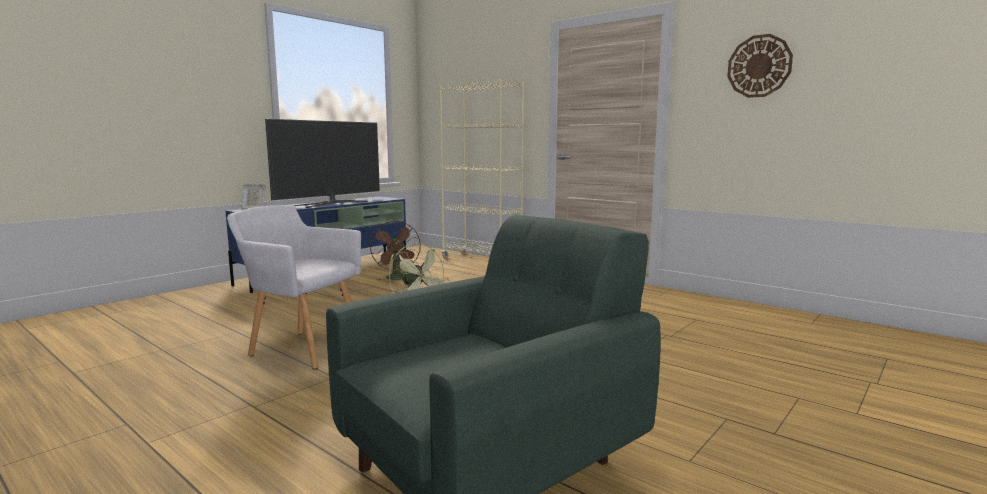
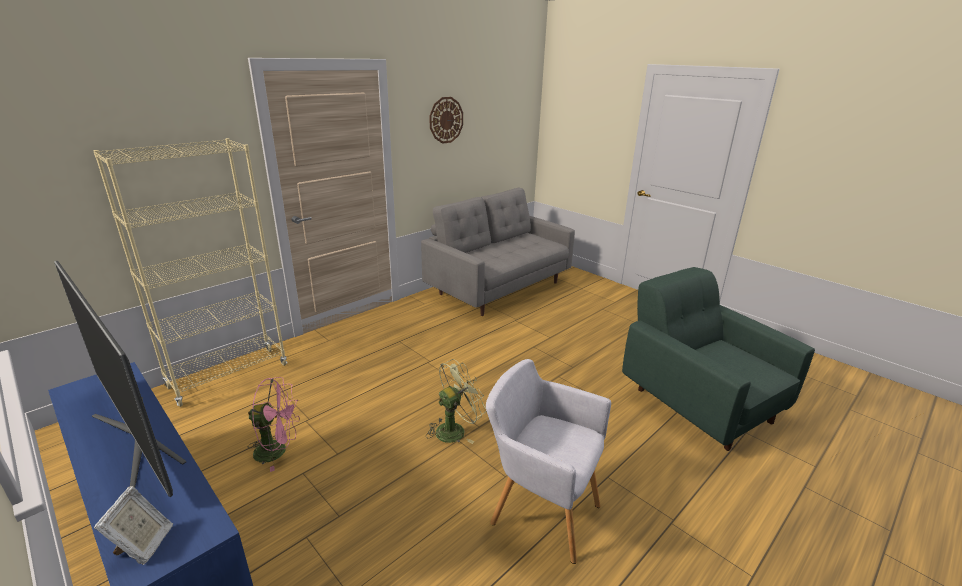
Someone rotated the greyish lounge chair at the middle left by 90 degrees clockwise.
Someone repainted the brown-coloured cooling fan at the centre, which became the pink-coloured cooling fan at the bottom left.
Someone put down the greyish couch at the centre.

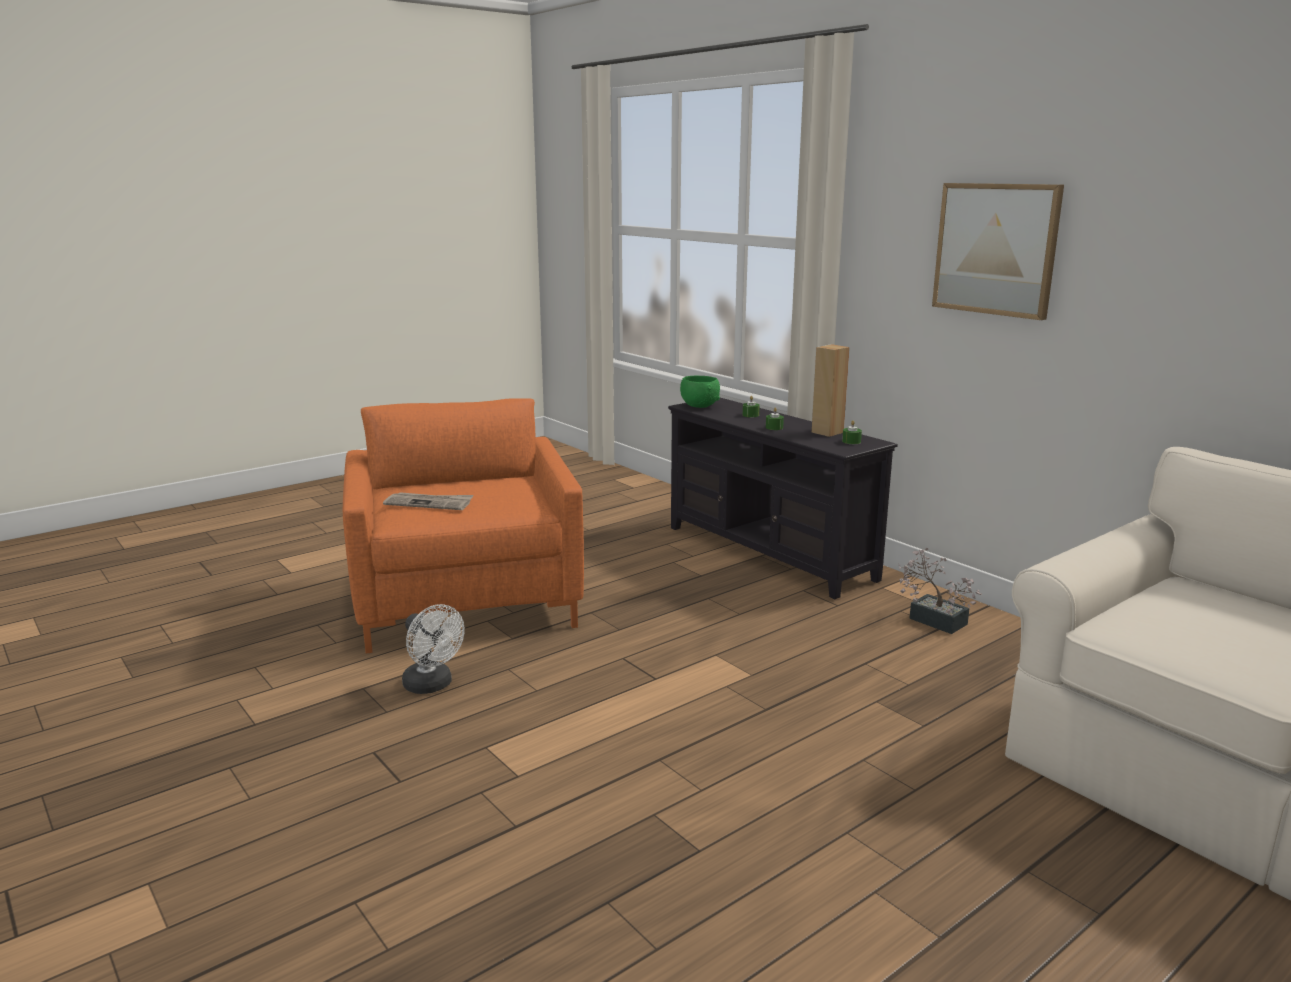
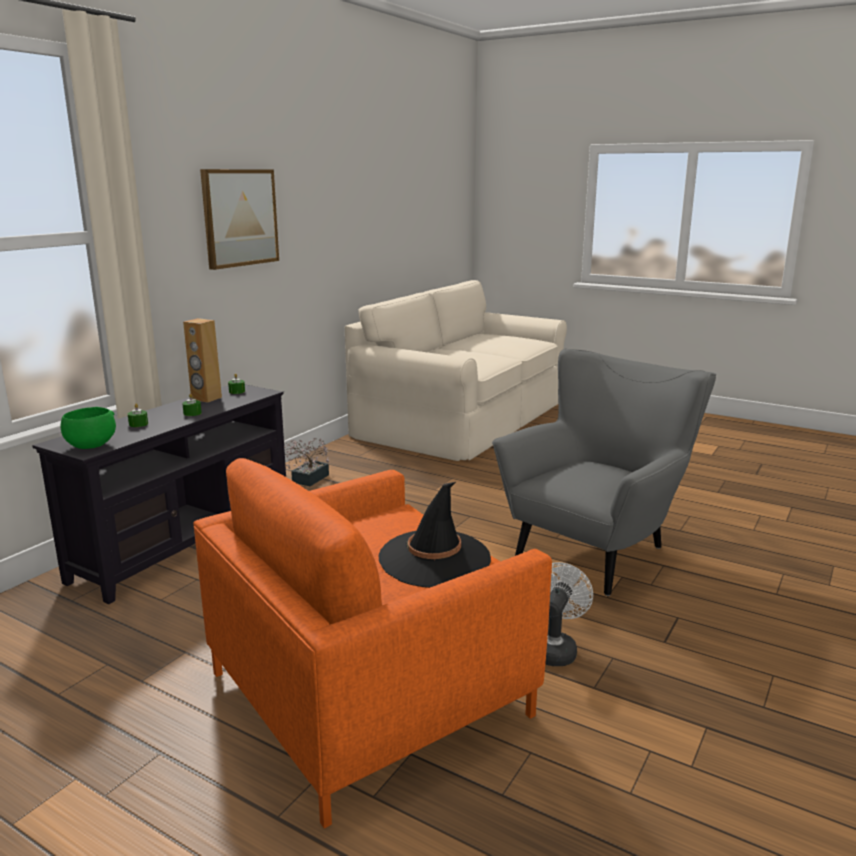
Someone swapped the daily paper at the middle left for the black hat at the centre.
Someone put down the greyish lounge chair at the middle right.

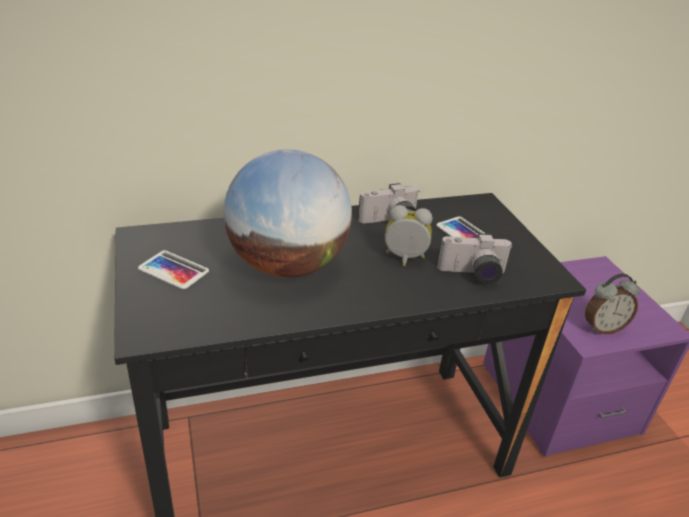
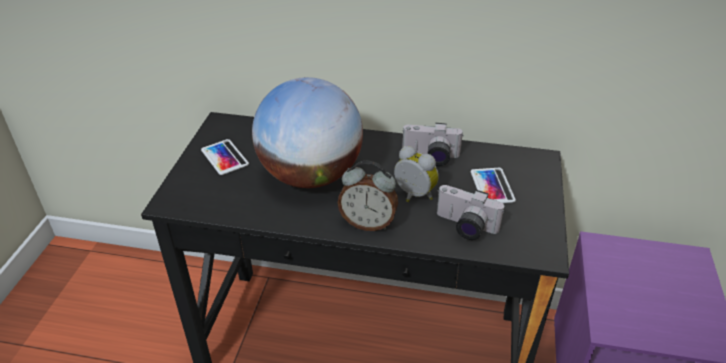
Someone carried the bedside clock (no. 2 from left in the first image) from the middle right to the centre.

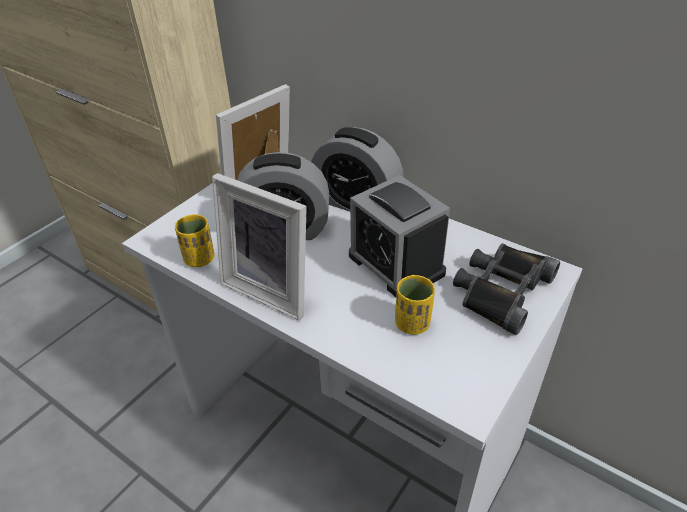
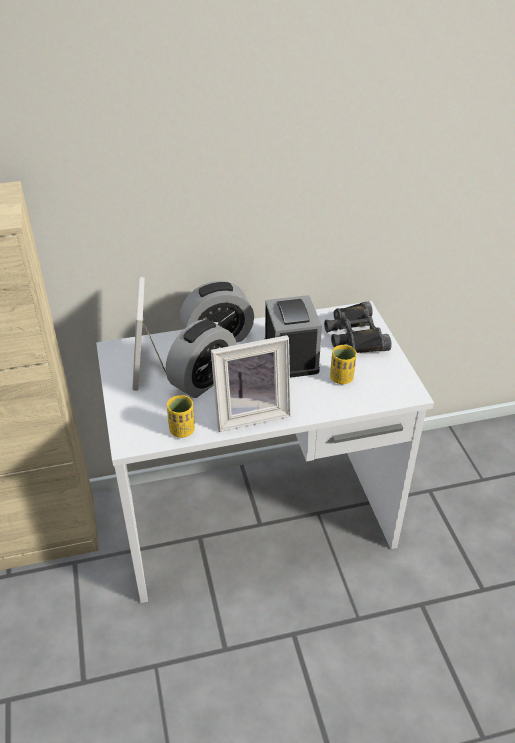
Someone rotated the bedside clock (no. 3 from left) at the centre by 105 degrees counterclockwise.

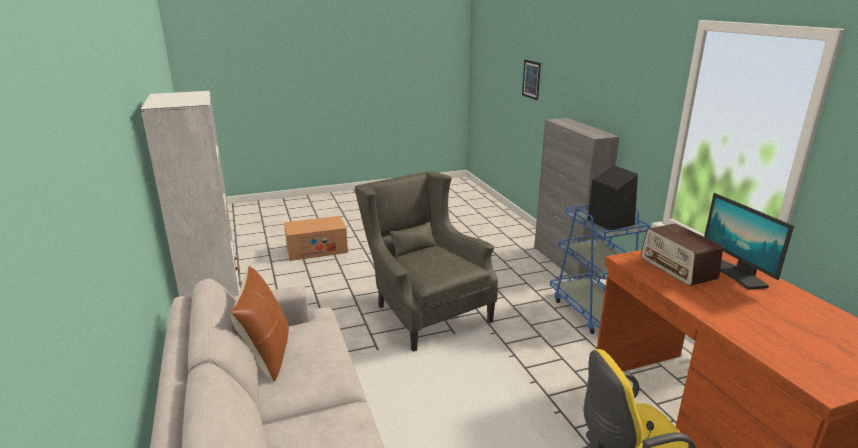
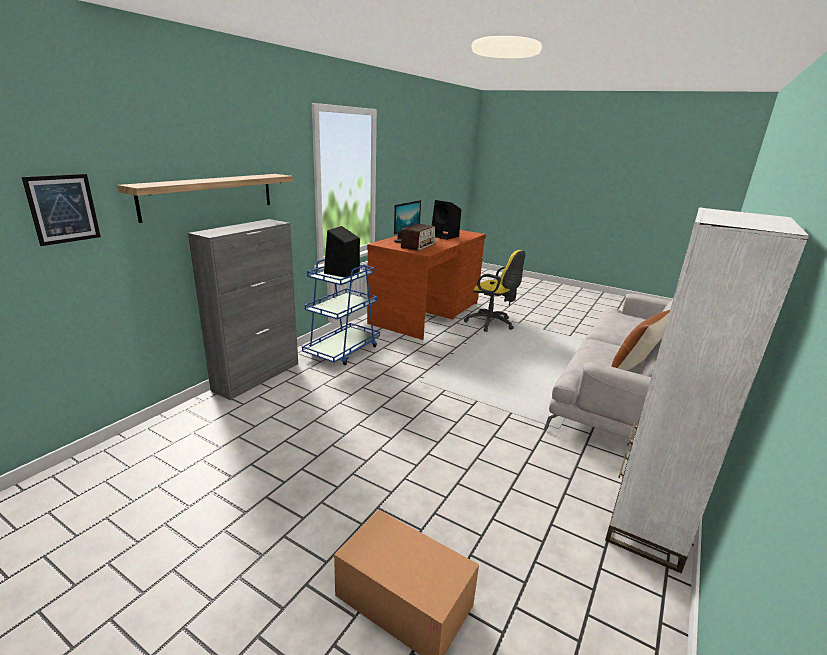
Someone took away the greyish lounge chair at the centre.
Someone put up the bracket shelf at the top left.
Someone put down the black loudspeaker (no. 2 from left) at the centre.

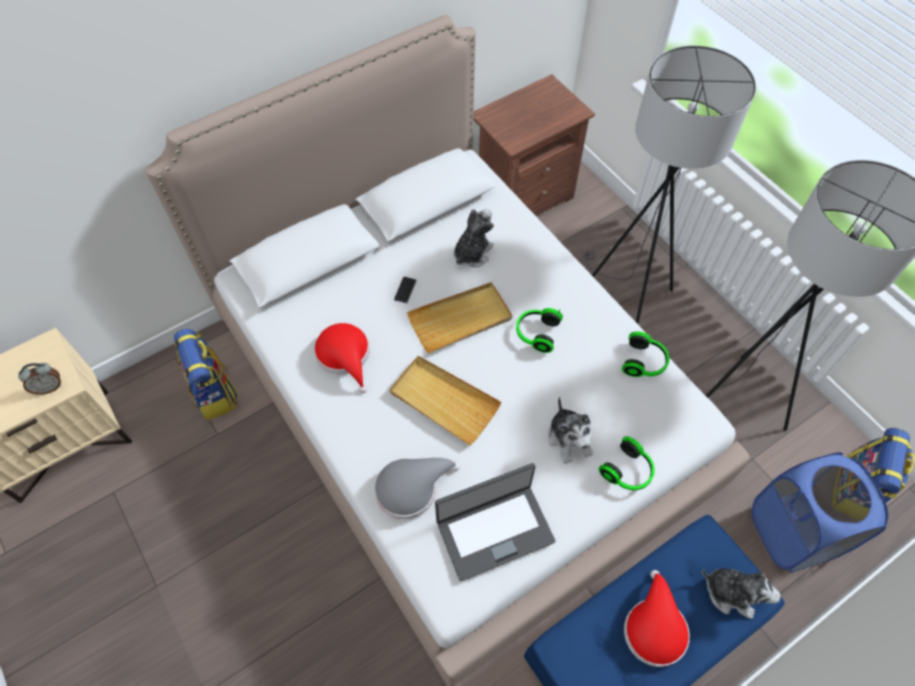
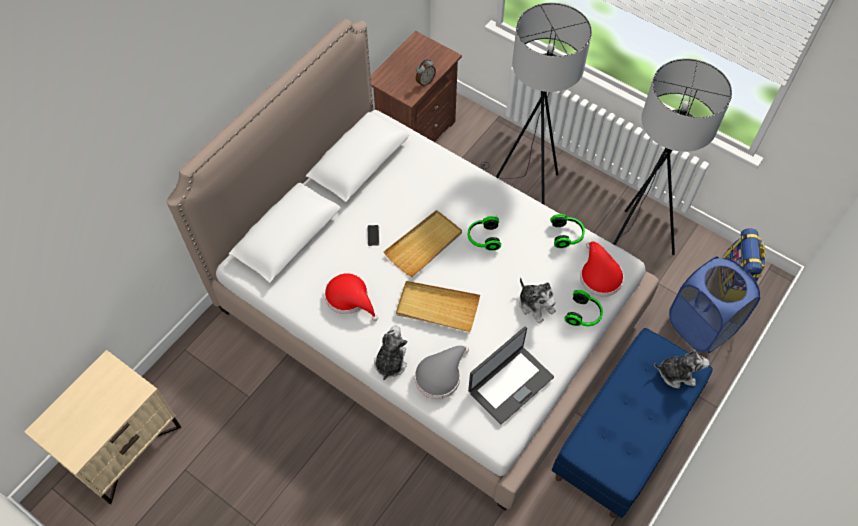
Someone carried the bedside clock from the middle left to the top centre.
Someone took away the rucksack (no. 1 from left) at the middle left.
Someone carried the cuddly toy (no. 1 from left) from the centre to the bottom centre.
Someone carried the red-coloured hat (no. 2 from left) from the bottom right to the middle right.

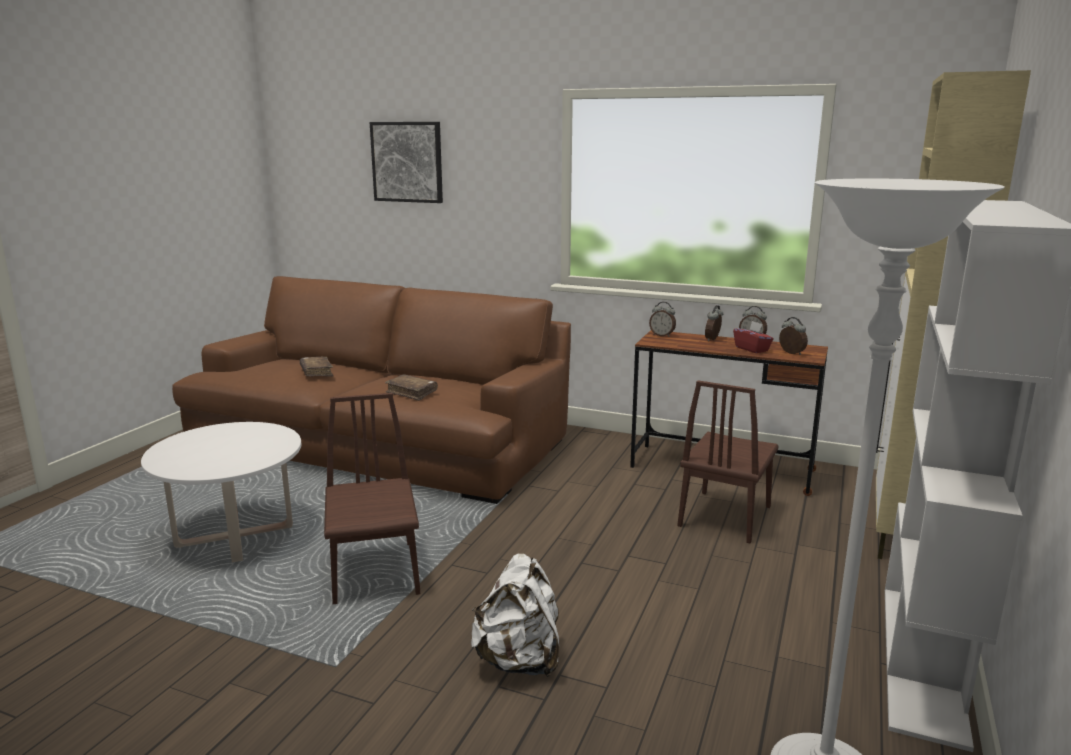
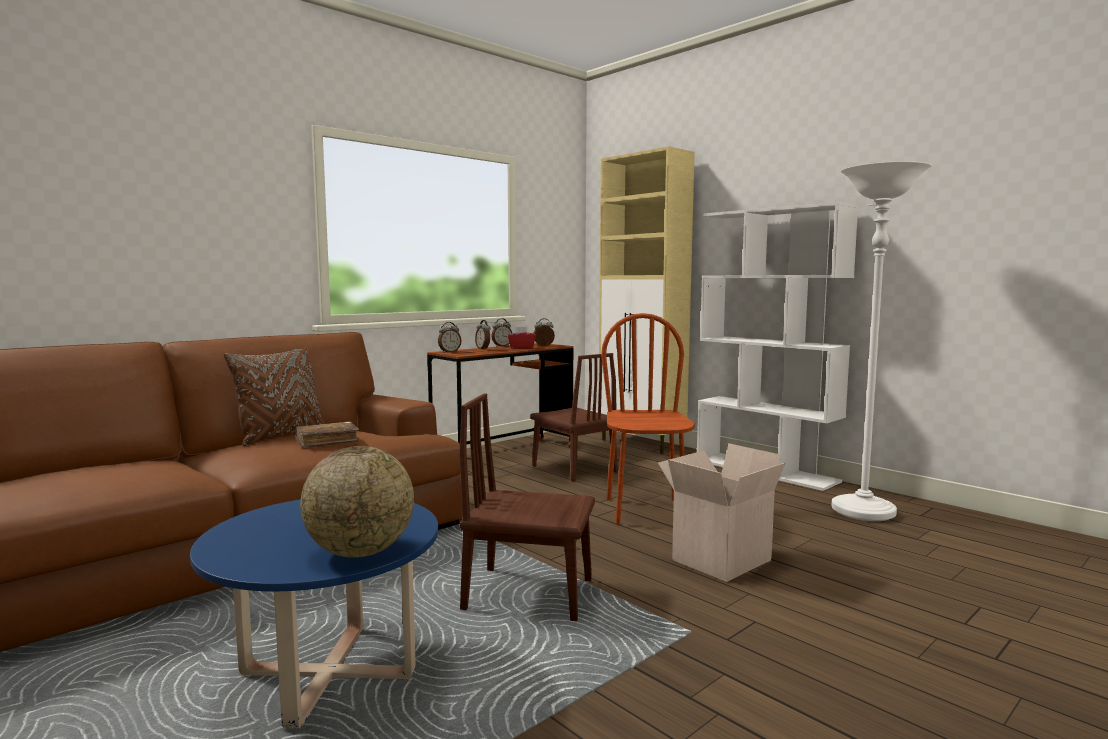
Someone repainted the whitish lounge table at the middle left, which became the blue-coloured lounge table at the bottom left.
Someone took away the brown-coloured bound book (no. 1 from left) at the middle left.
Someone took away the picture at the top centre.
Someone swapped the whitish rucksack at the bottom centre for the packing box at the bottom centre.
Someone put down the brown-coloured pillow at the middle left.
Someone put down the desk globe at the bottom left.
Someone put down the brown-coloured plain chair (no. 3 from left) at the centre.

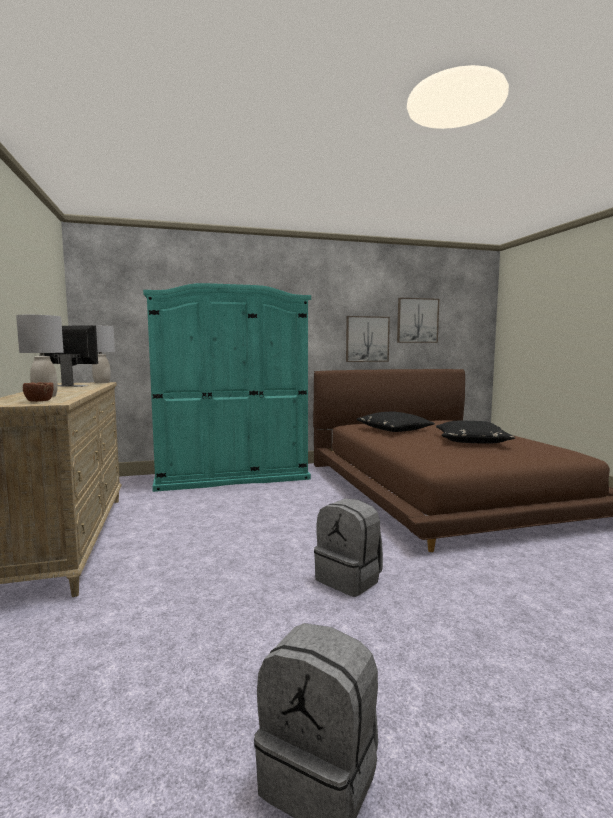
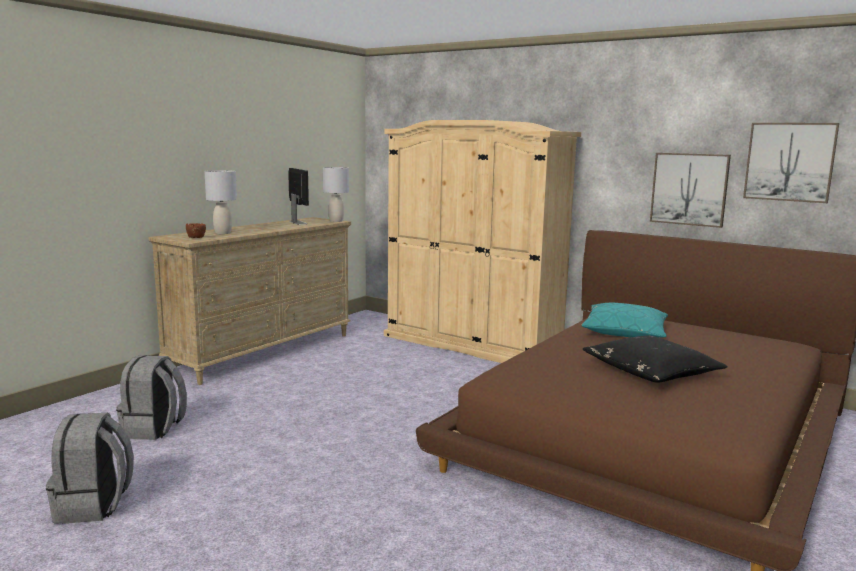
Someone repainted the turquoise armoire at the centre, which became the beige-coloured armoire at the centre.
Someone carried the greyish rucksack (no. 2 from left) from the bottom centre to the bottom left.
Someone repainted the black pillow (no. 1 from left) at the centre, which became the turquoise pillow at the middle right.

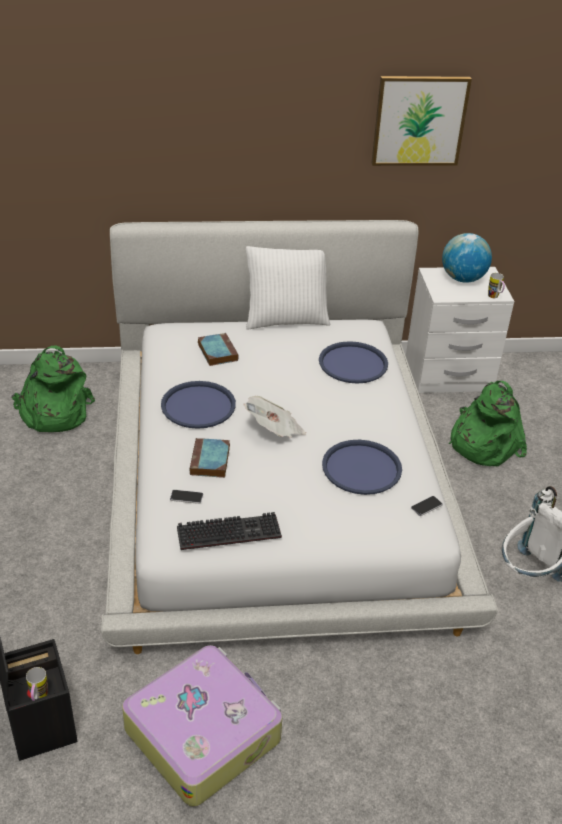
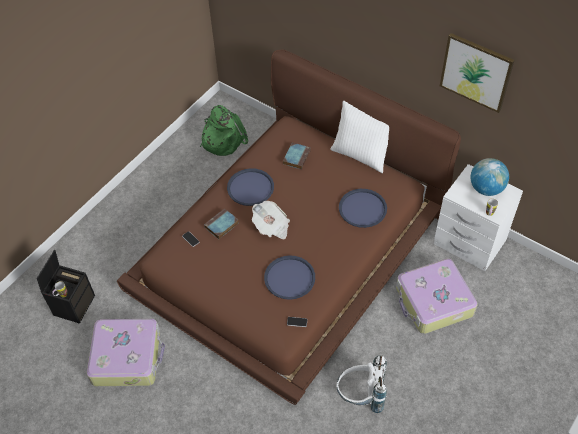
Someone repainted the whitish sleeping bed at the centre, which became the brown-coloured sleeping bed at the centre.
Someone took away the computer keyboard at the centre.
Someone swapped the green rucksack (no. 2 from left) at the middle right for the suitcase (no. 2 from left) at the bottom right.

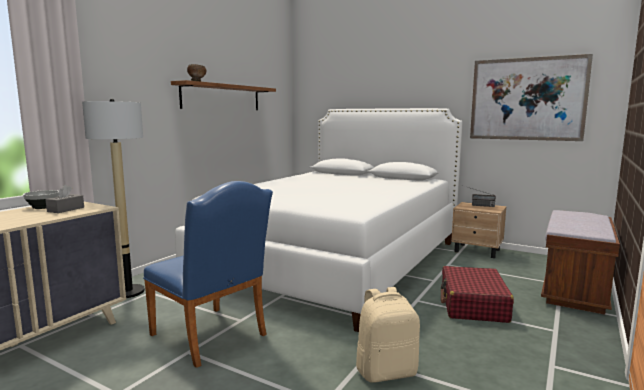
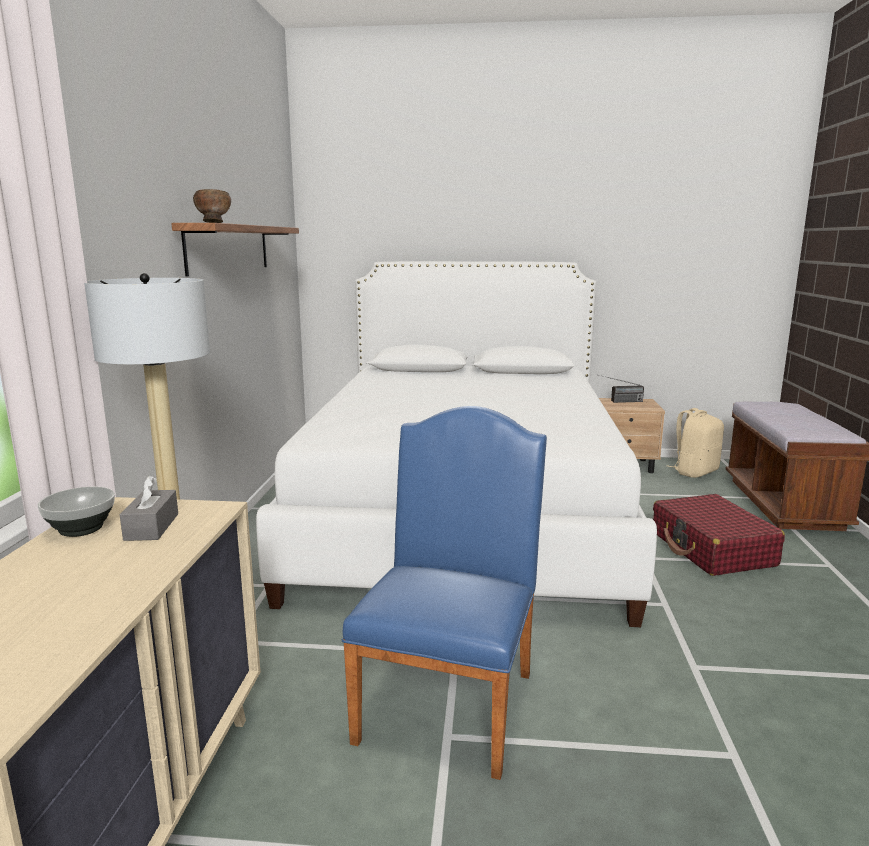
Someone rotated the blue-coloured plain chair at the bottom left by 90 degrees counterclockwise.
Someone carried the beige-coloured rucksack from the bottom centre to the middle right.
Someone took away the picture at the top right.

